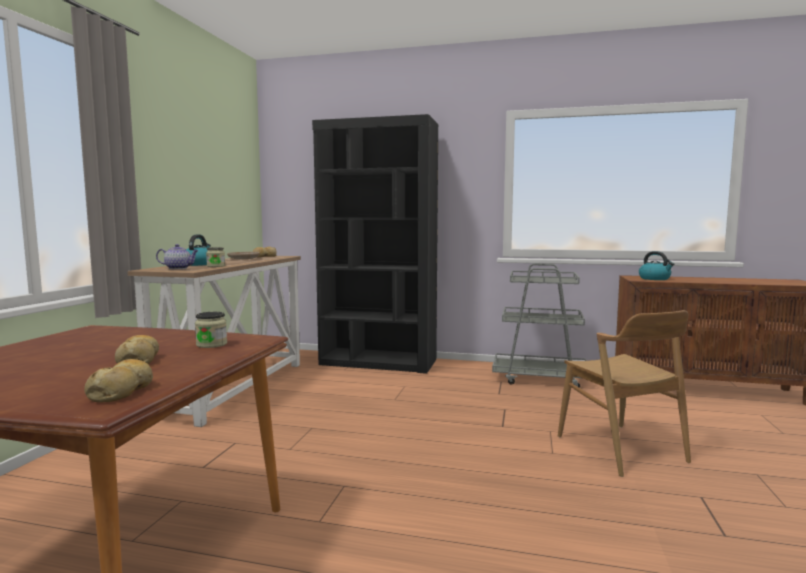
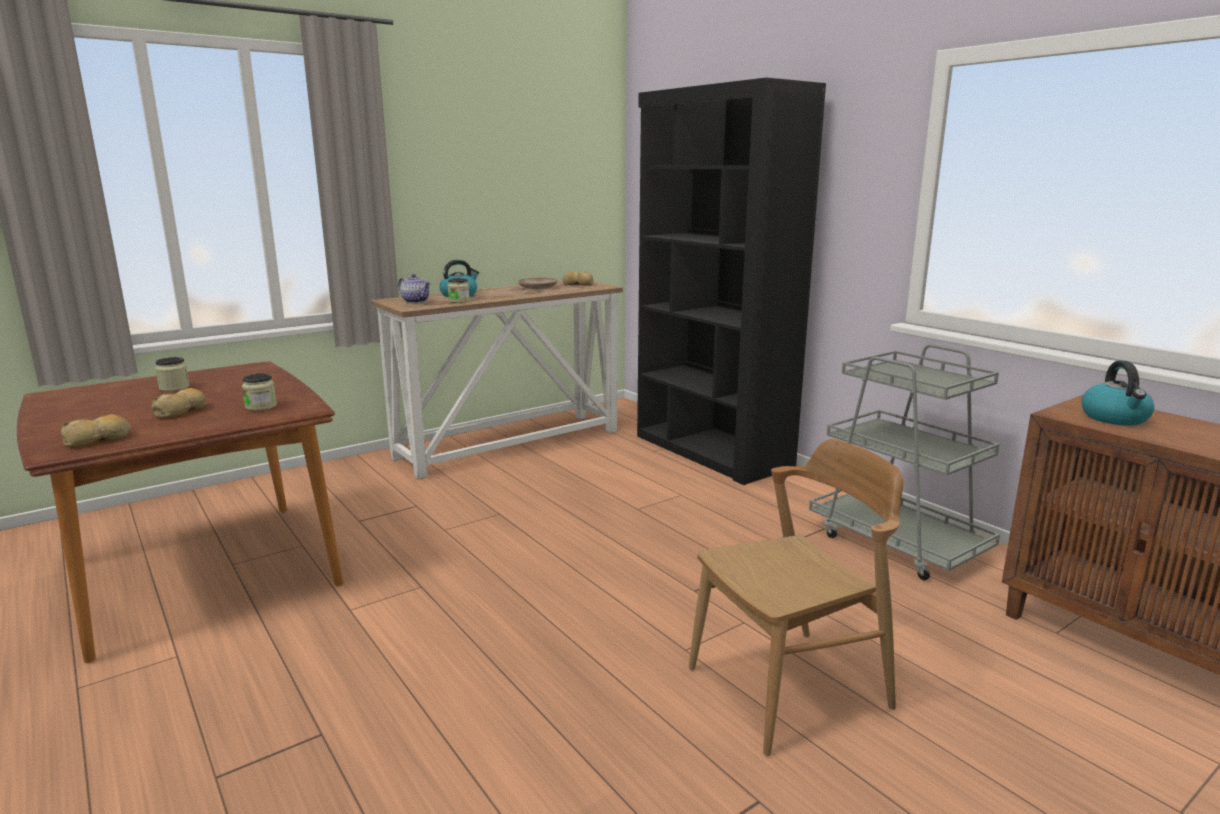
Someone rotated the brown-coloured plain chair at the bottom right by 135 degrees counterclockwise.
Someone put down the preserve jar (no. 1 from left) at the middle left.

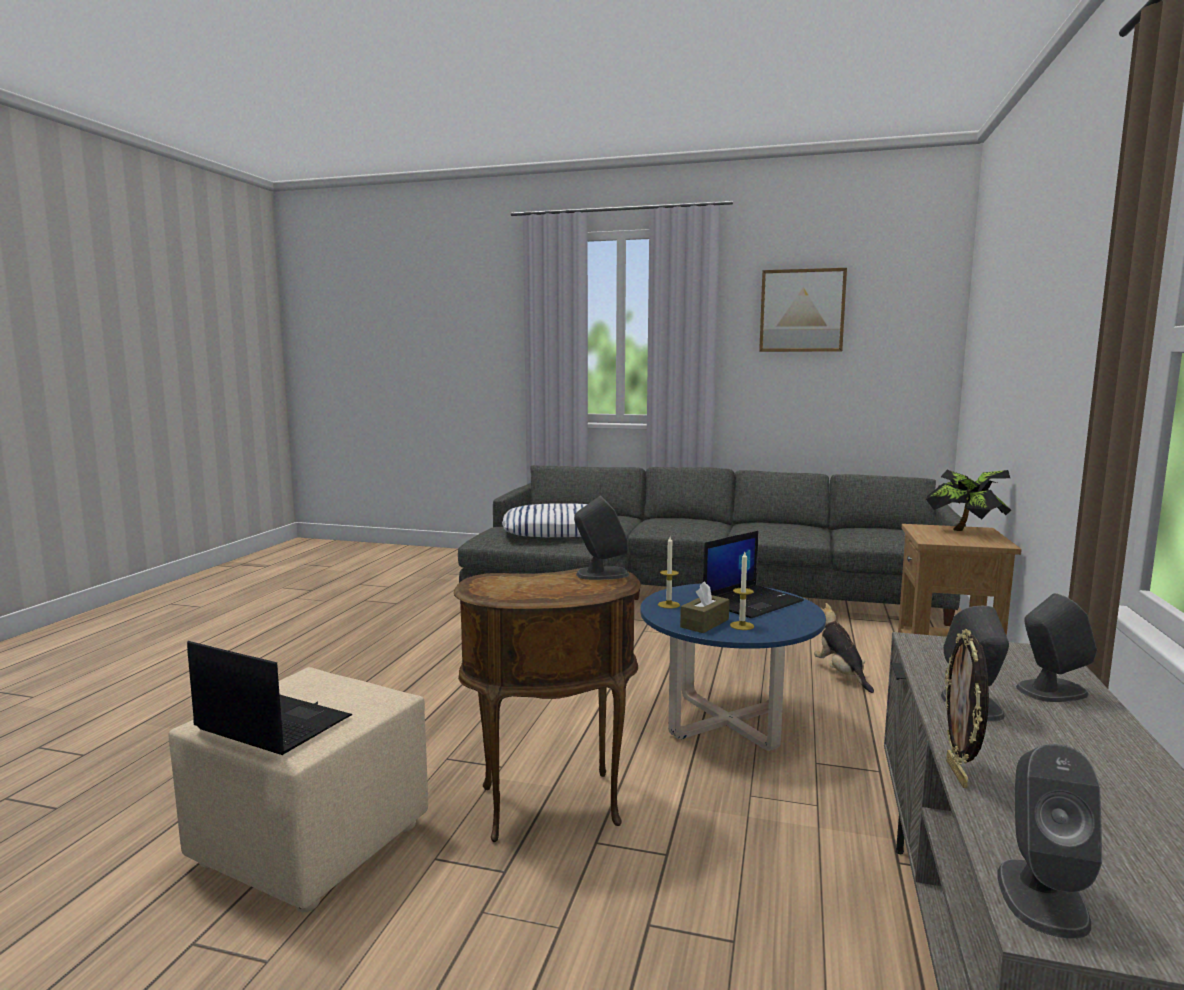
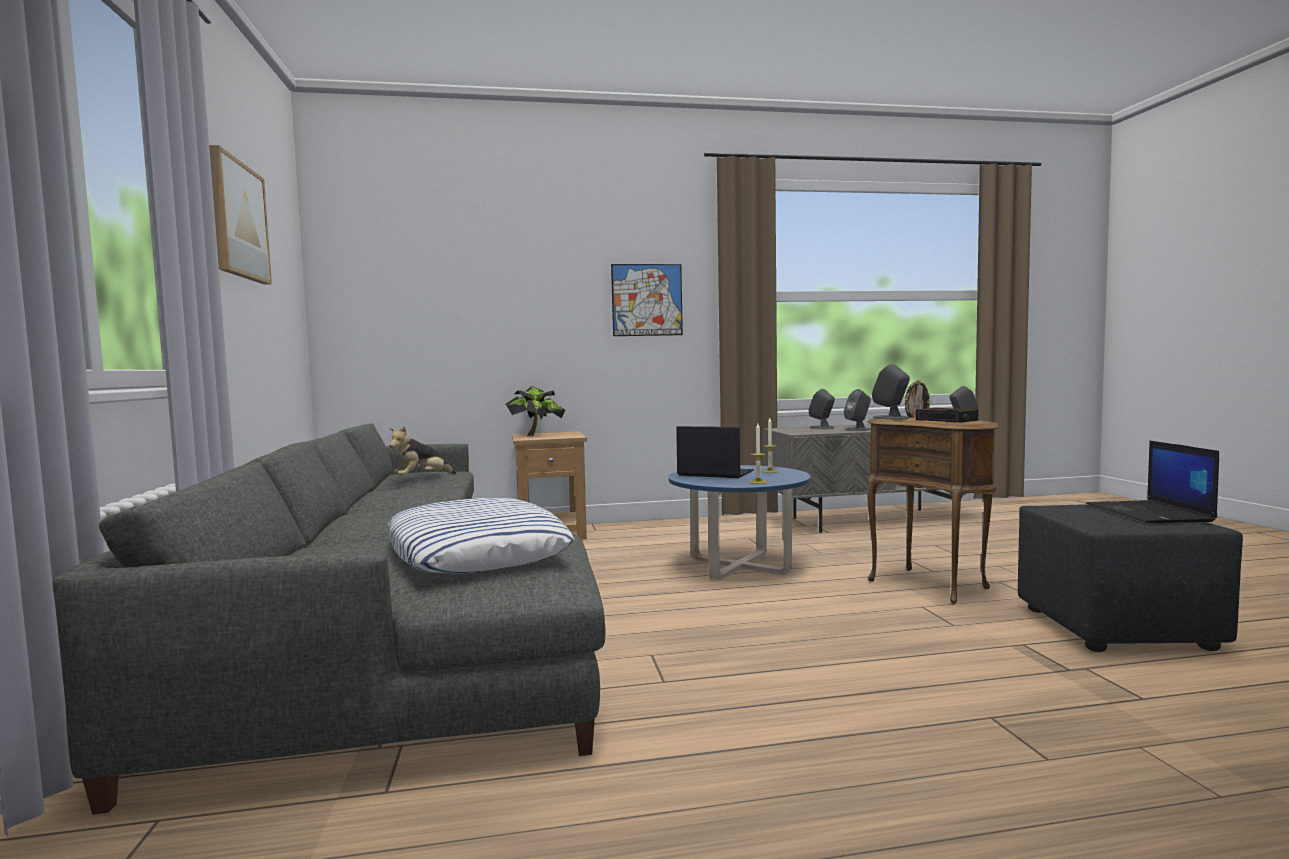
Someone repainted the beige-coloured footrest at the bottom left, which became the black footrest at the bottom right.
Someone took away the brown-coloured tissue holder at the centre.
Someone carried the cuddly toy from the middle right to the middle left.
Someone put up the picture (no. 2 from left) at the centre.
Someone put down the bedside clock at the middle right.

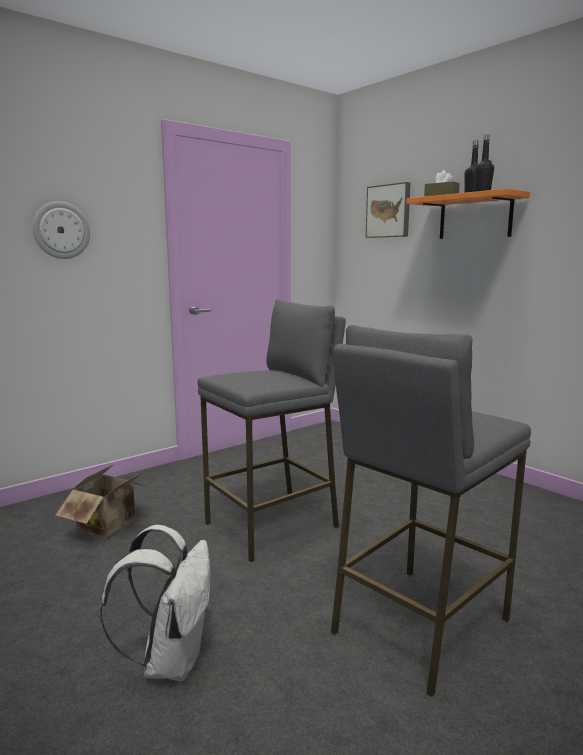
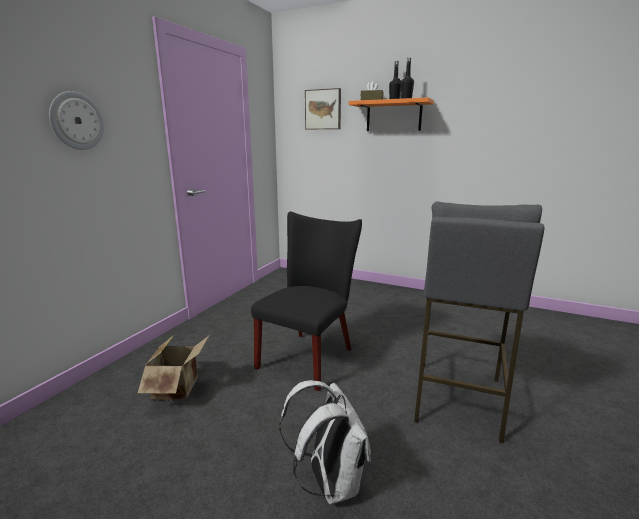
Someone swapped the greyish stool seat (no. 1 from left) at the centre for the black plain chair at the centre.

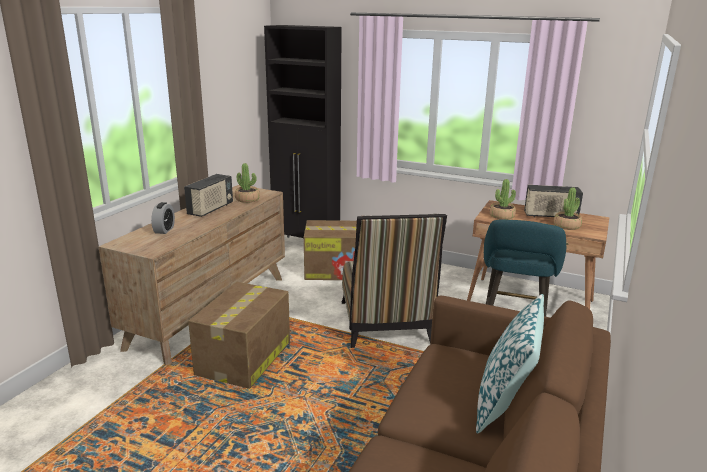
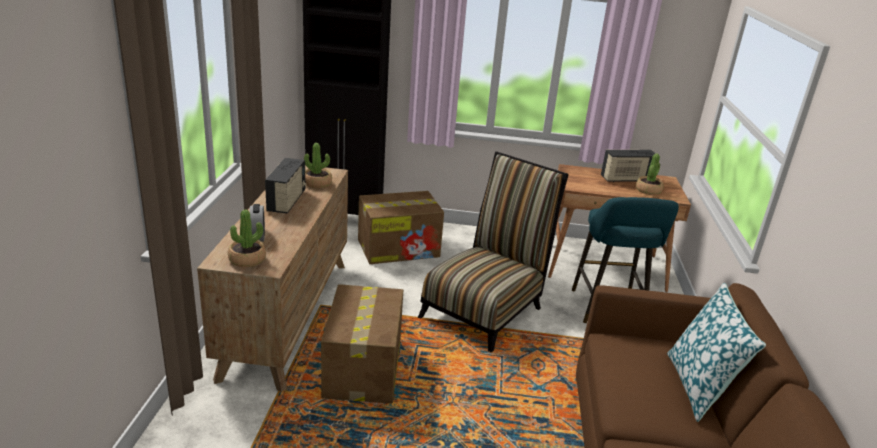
Someone rotated the plain chair at the centre by 120 degrees counterclockwise.
Someone carried the potted plant (no. 2 from left in the first image) from the middle right to the middle left.

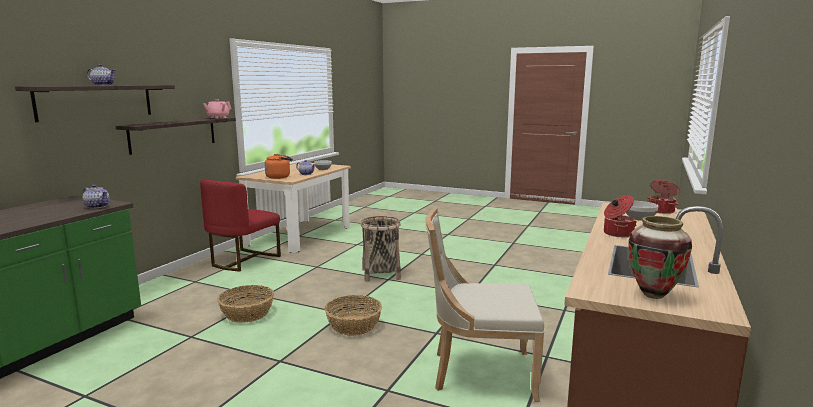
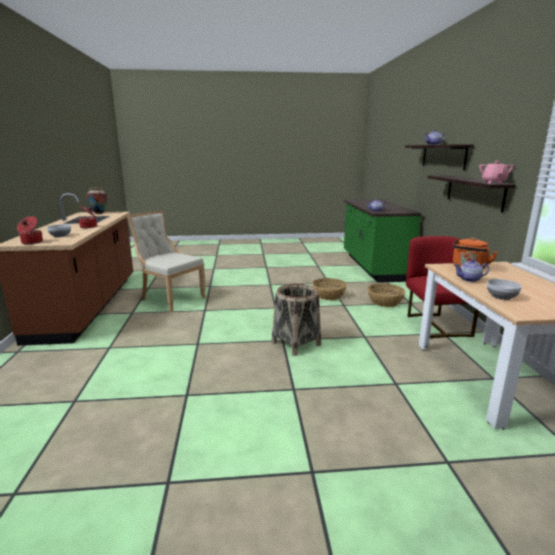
Someone carried the storage basket (no. 2 from left in the first image) from the bottom centre to the middle right.
Someone rotated the beige-coloured plain chair at the bottom centre by 120 degrees counterclockwise.

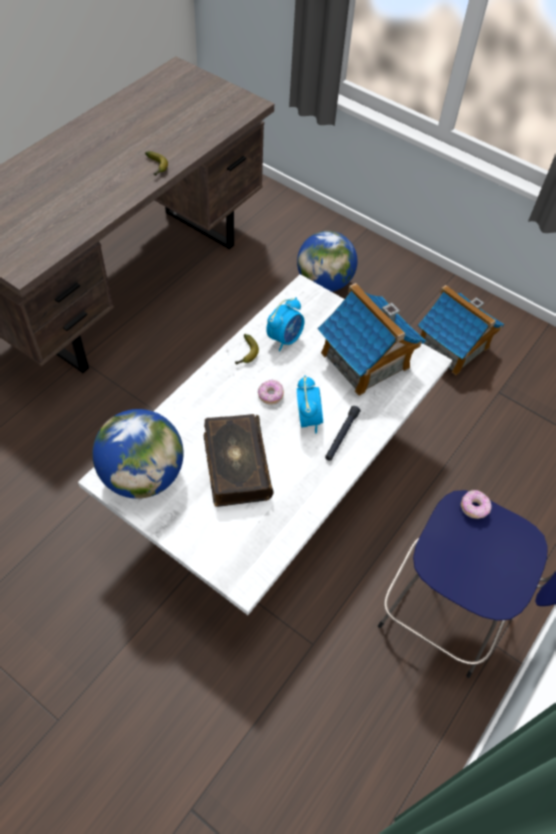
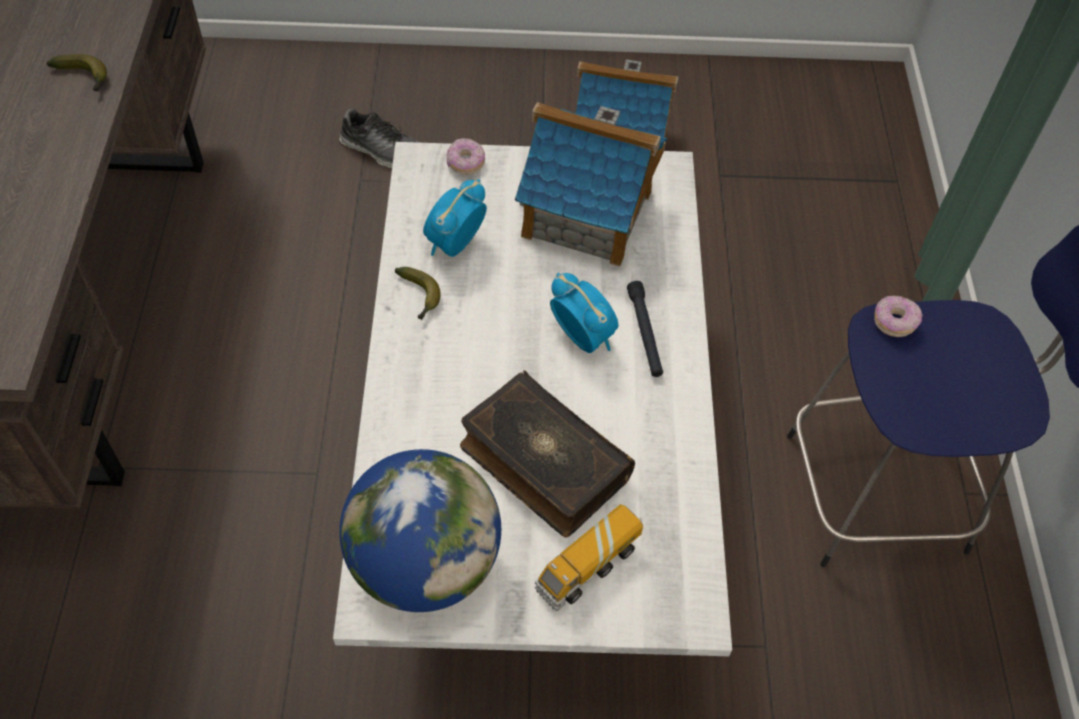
Someone carried the doughnut (no. 1 from left) from the centre to the top centre.
Someone rotated the bedside clock (no. 1 from left) at the centre by 150 degrees counterclockwise.
Someone swapped the desk globe (no. 2 from left) at the top centre for the shoe at the top centre.
Someone put down the toy truck at the bottom centre.

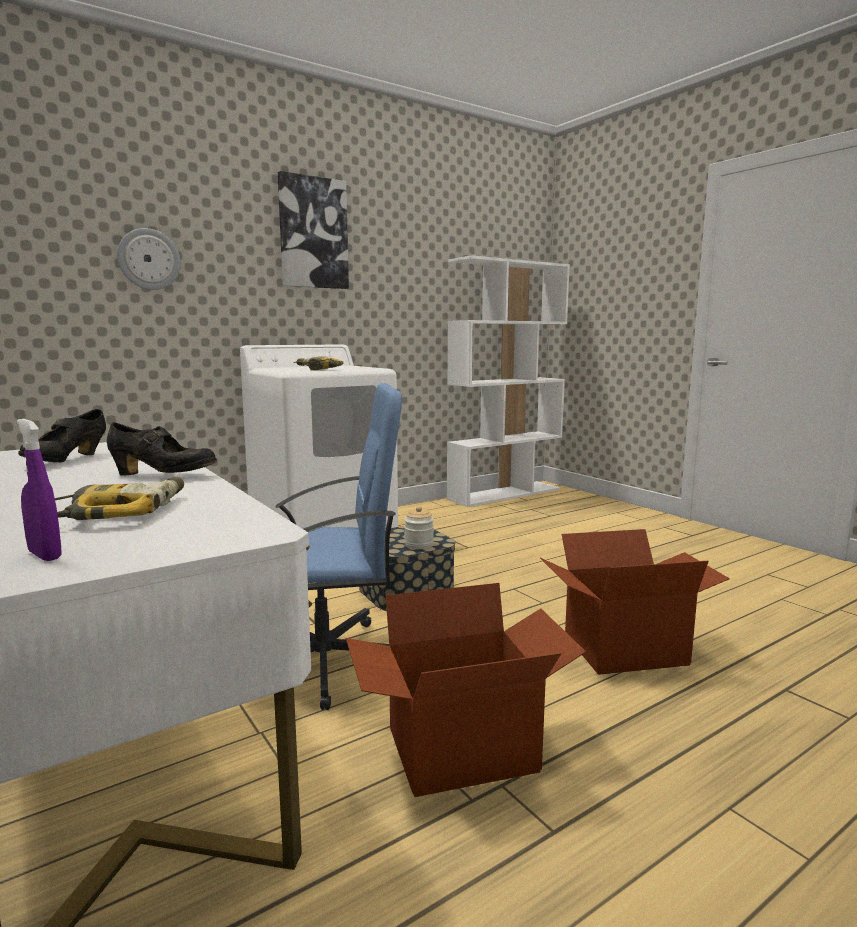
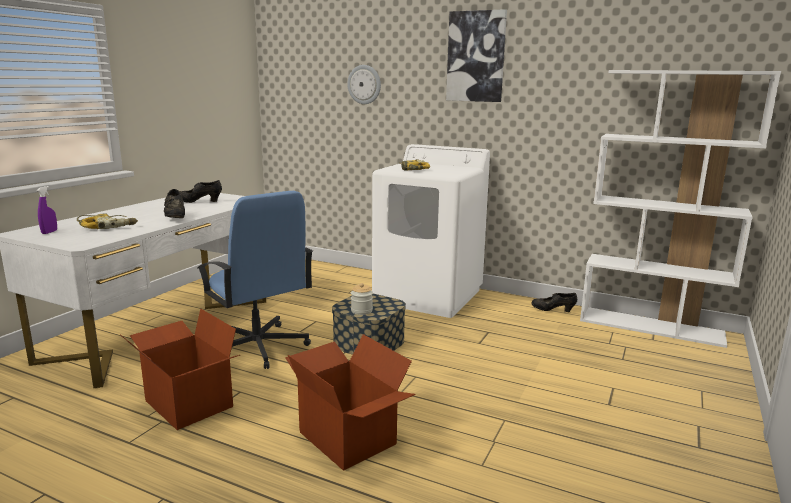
Someone put down the black shoe (no. 3 from left) at the middle right.

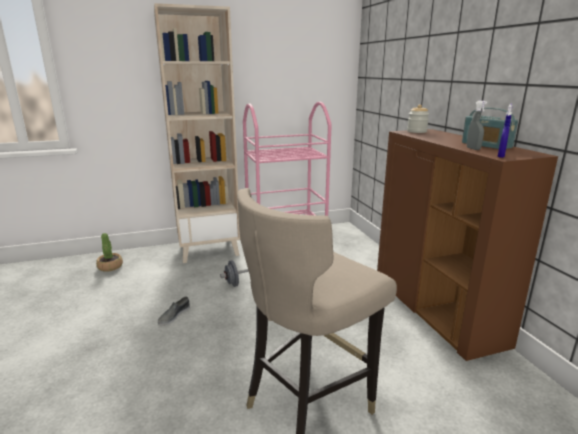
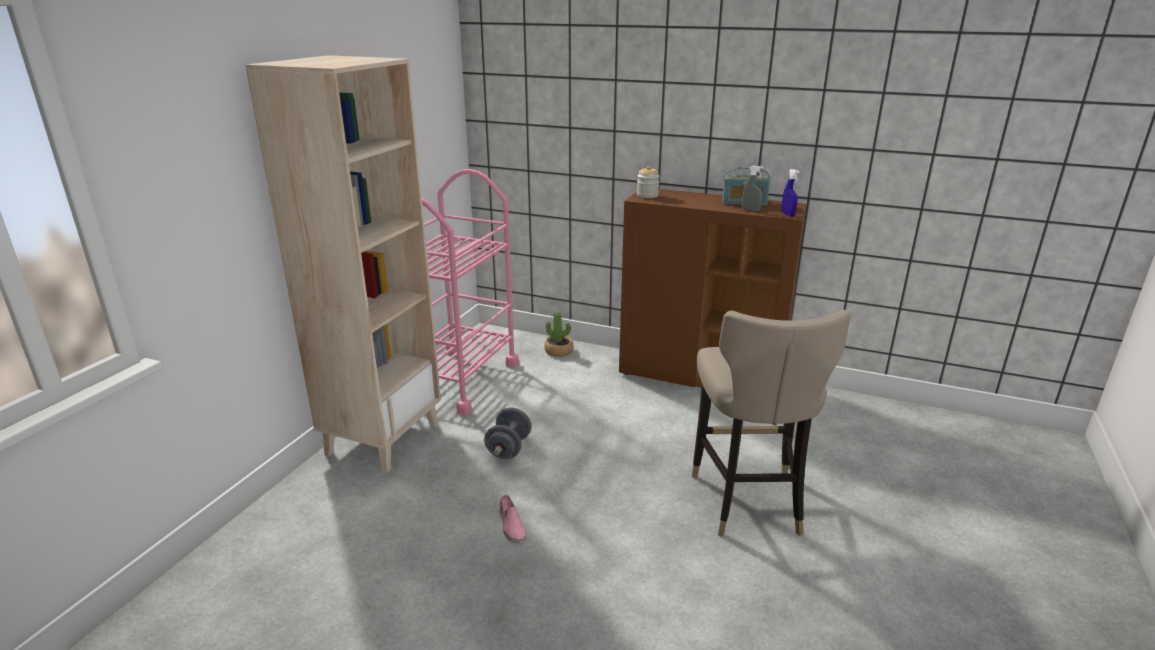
Someone carried the potted plant from the middle left to the centre.
Someone repainted the greyish shoe at the bottom left, which became the pink-coloured shoe at the bottom centre.

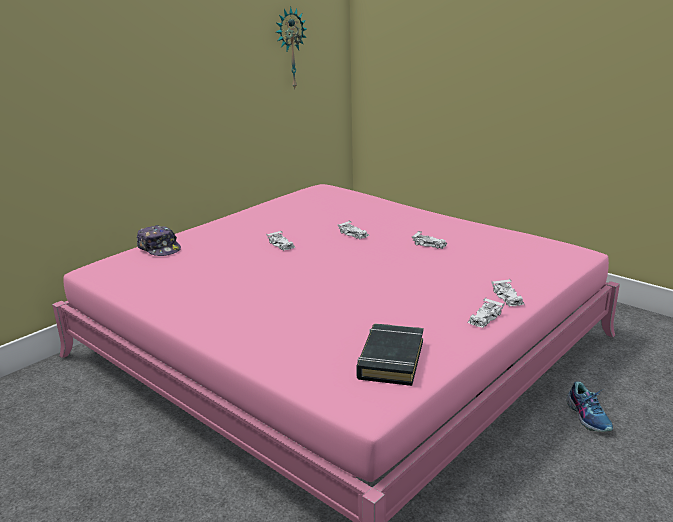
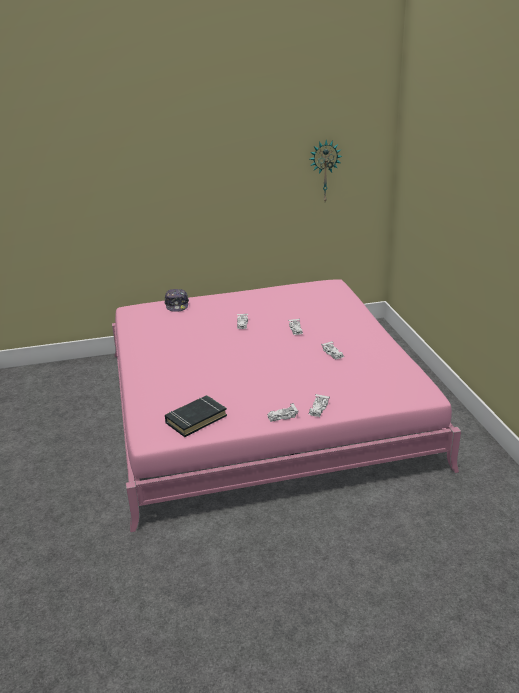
Someone took away the shoe at the bottom right.

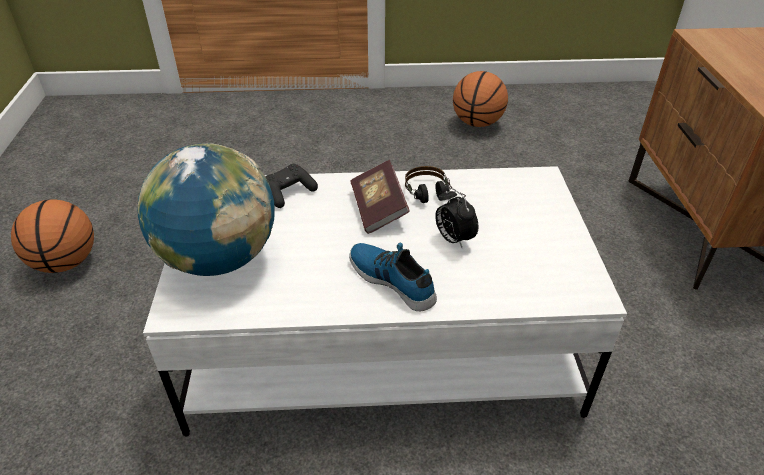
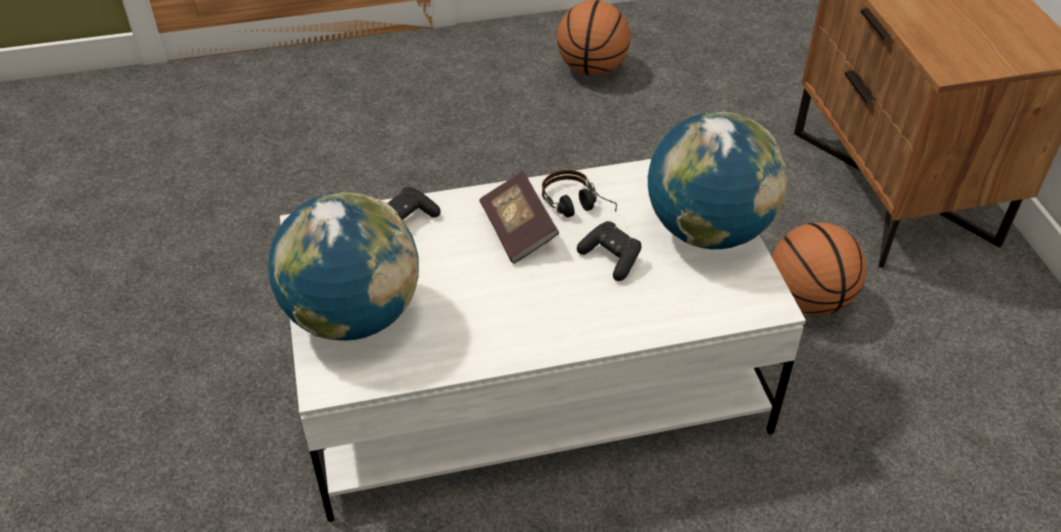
Someone carried the ball for basketball (no. 1 from left in the first image) from the middle left to the middle right.
Someone took away the shoe at the centre.
Someone swapped the bedside clock at the centre for the black game controller (no. 2 from left) at the centre.
Someone put down the desk globe (no. 2 from left) at the middle right.

